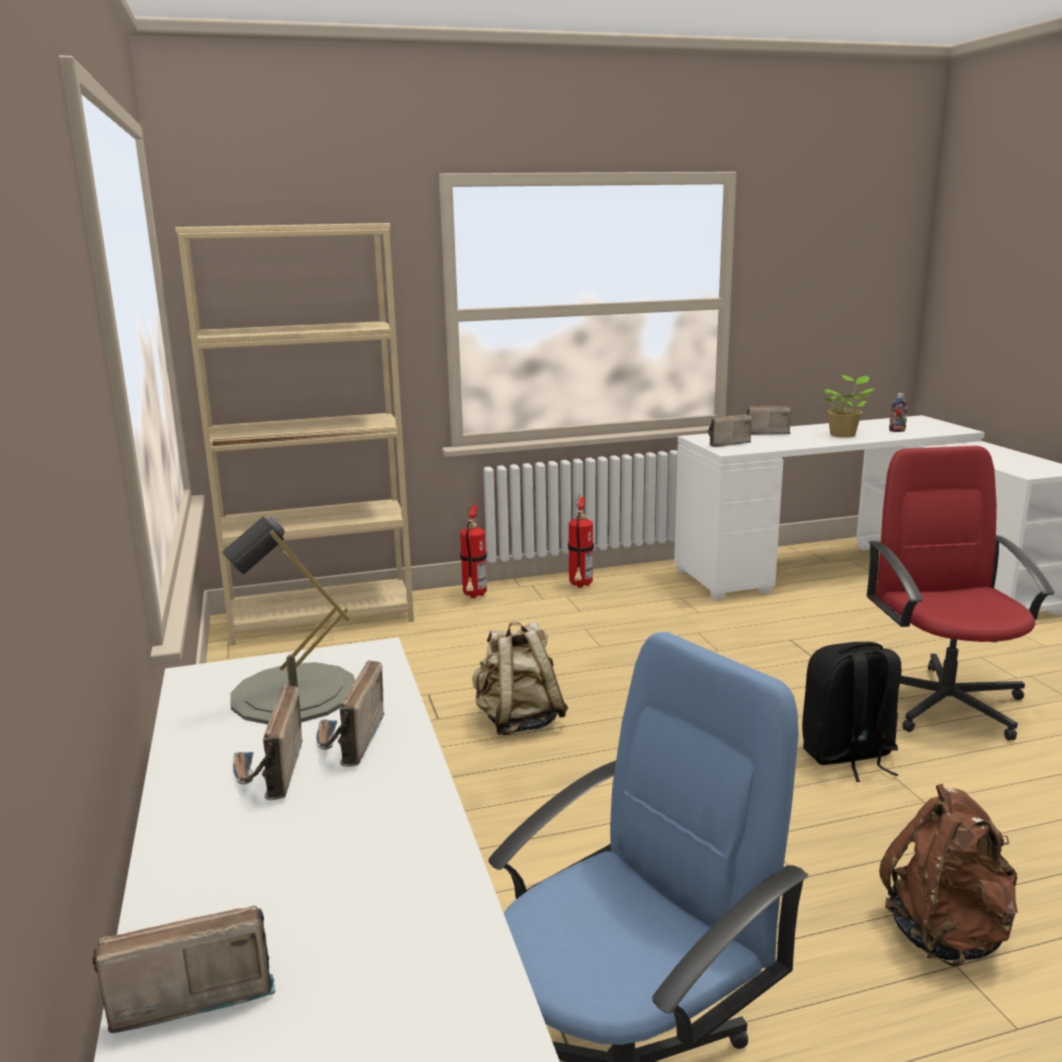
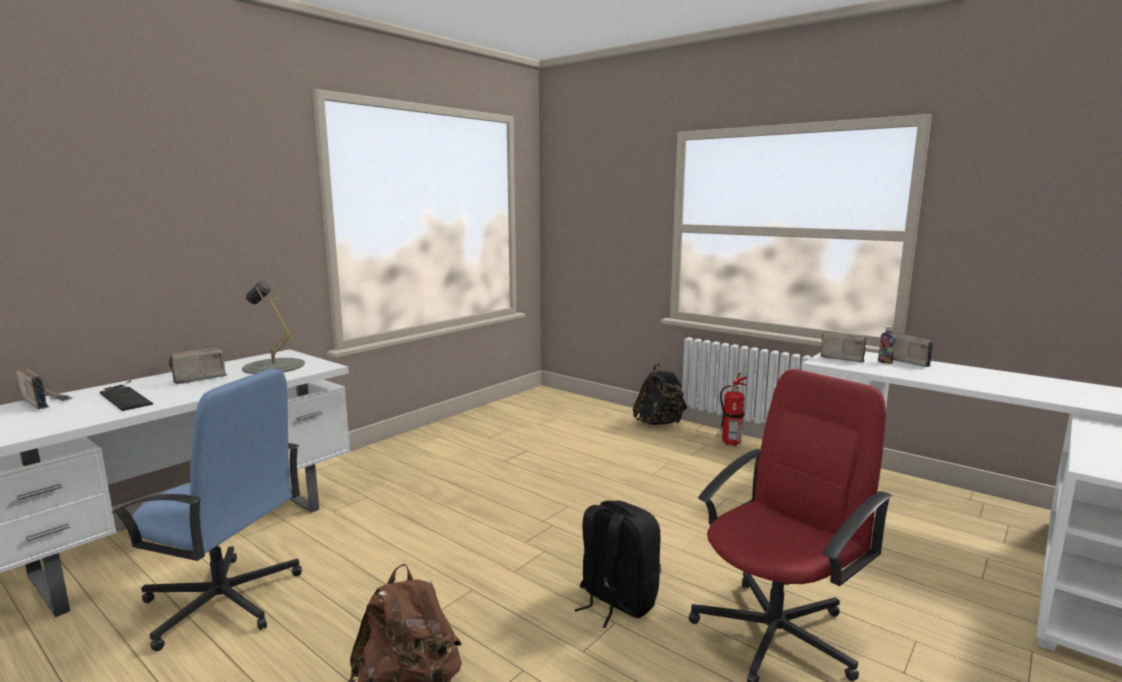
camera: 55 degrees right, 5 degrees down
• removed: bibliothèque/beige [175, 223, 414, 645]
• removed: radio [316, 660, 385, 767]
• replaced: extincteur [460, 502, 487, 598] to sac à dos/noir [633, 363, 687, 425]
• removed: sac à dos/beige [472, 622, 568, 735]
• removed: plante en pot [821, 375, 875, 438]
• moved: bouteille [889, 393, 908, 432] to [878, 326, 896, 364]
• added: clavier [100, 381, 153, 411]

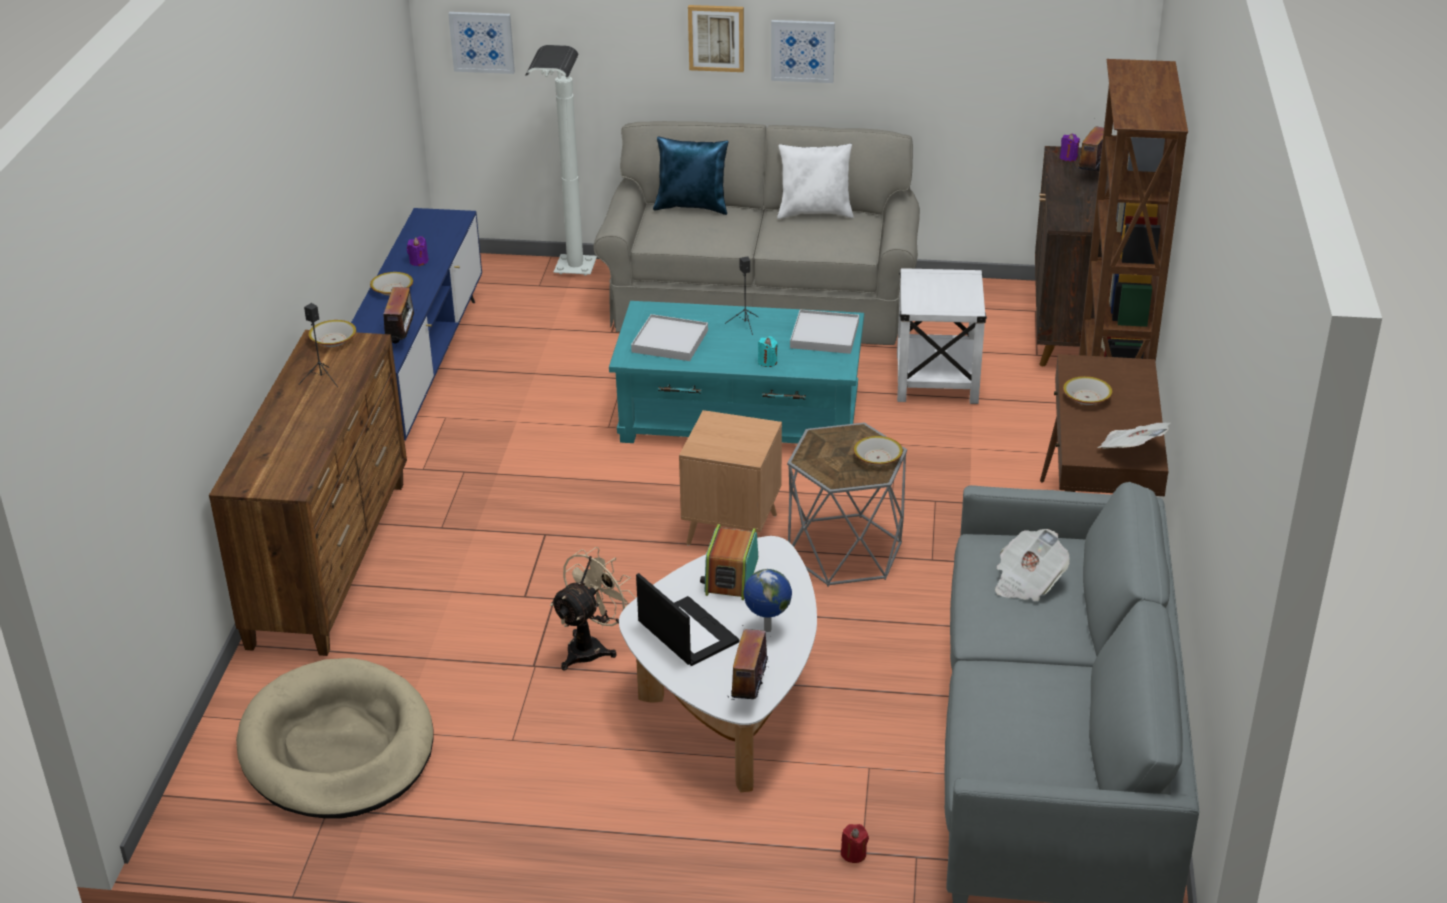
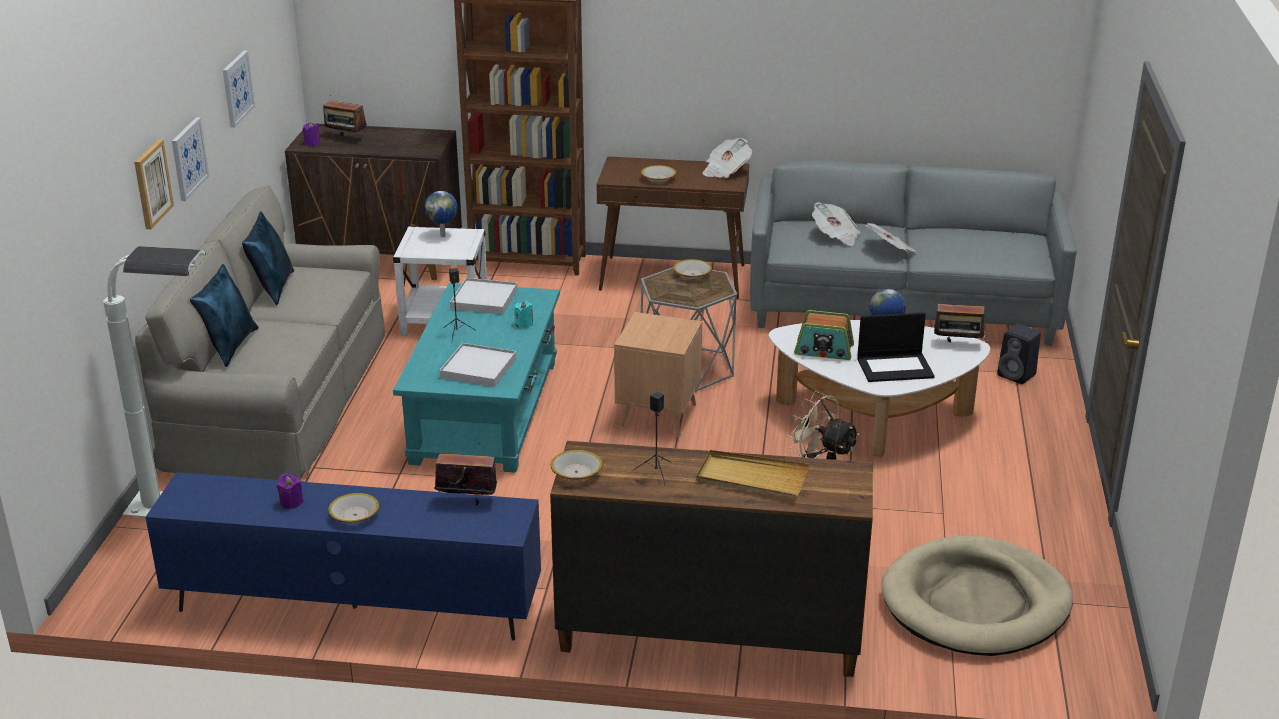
camera: 90 degrees left, 5 degrees down
• moved: tableau [448, 12, 515, 74] to [223, 51, 255, 128]
• turned: ordinateur portable [636, 573, 740, 666] = [857, 312, 935, 382] 150 degrees counterclockwise
• recoloured: coussin/blanc [777, 143, 854, 219] to coussin/bleu [242, 211, 294, 305]
• replaced: bougie/rouge [841, 824, 869, 863] to enceinte/noir [997, 324, 1041, 384]
• added: globe [425, 191, 457, 237]
• added: plateau/beige [696, 450, 809, 497]
• added: journal [865, 223, 916, 251]

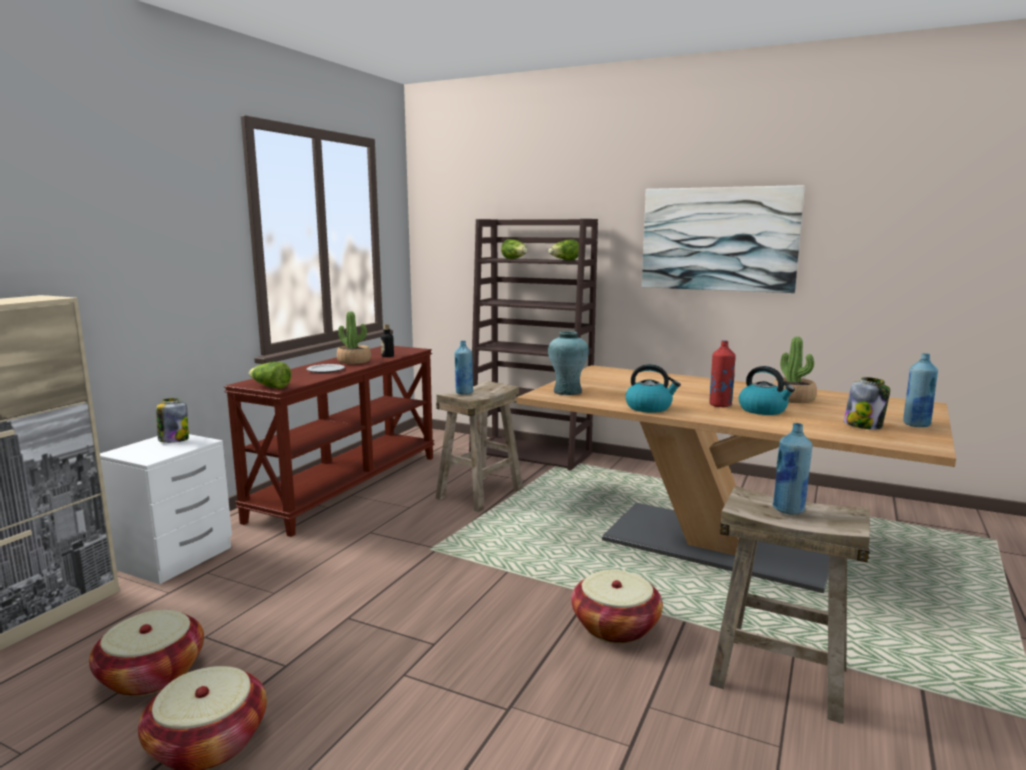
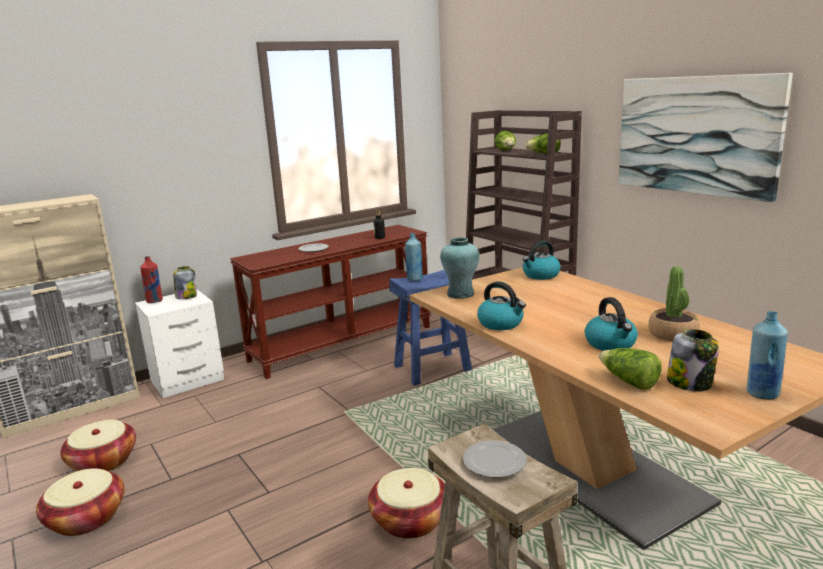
camera: 30 degrees right, 5 degrees up
• moved: laitue [249, 362, 292, 389] to [599, 348, 662, 390]
• removed: plante en pot [337, 312, 371, 364]
• recoloured: tabouret/beige [436, 381, 523, 512] to tabouret/bleu [389, 270, 472, 386]
• moved: bouteille/rouge [709, 340, 736, 407] to [140, 256, 163, 303]
• replaced: bouteille/bleu [772, 423, 812, 515] to assiette [463, 440, 527, 478]
• added: bouilloire [523, 241, 561, 280]

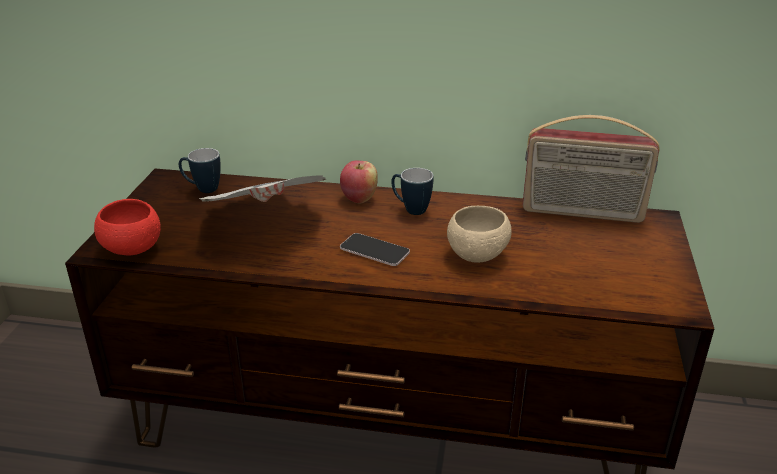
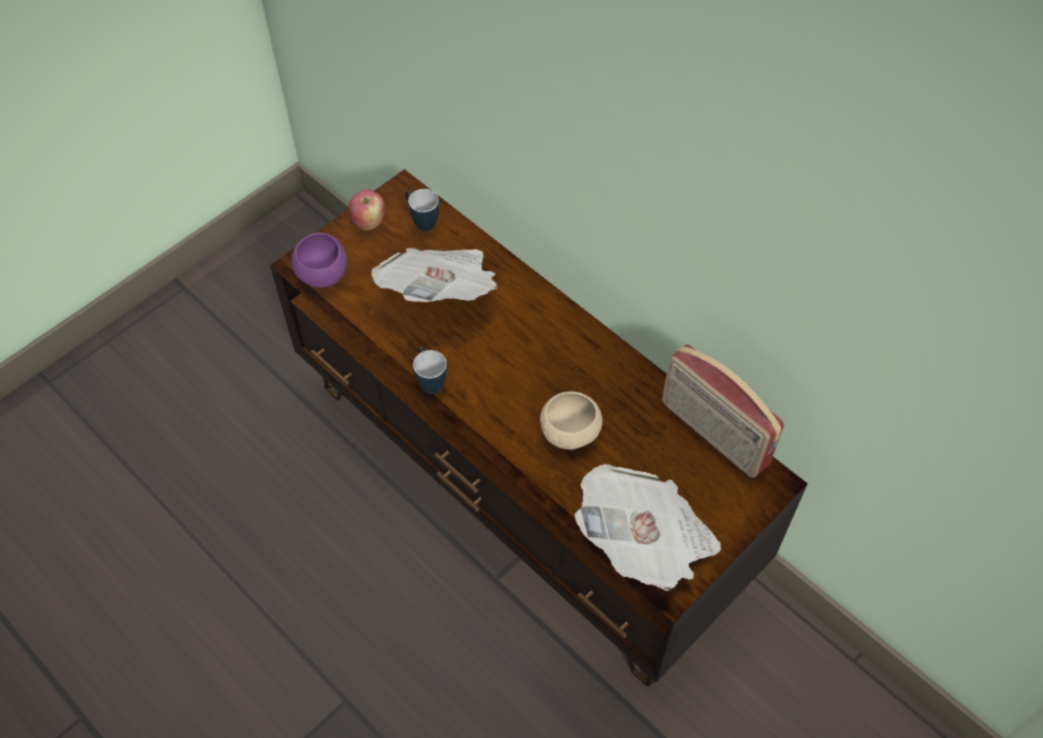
camera: 35 degrees right, 25 degrees up
• recoloured: bol/rouge [94, 199, 161, 256] to bol/violet [291, 233, 347, 288]
• moved: pomme [340, 160, 378, 204] to [348, 189, 385, 230]
• removed: téléphone [340, 233, 410, 266]
• moved: mug [391, 168, 433, 215] to [413, 347, 447, 394]
• added: journal [574, 464, 721, 591]

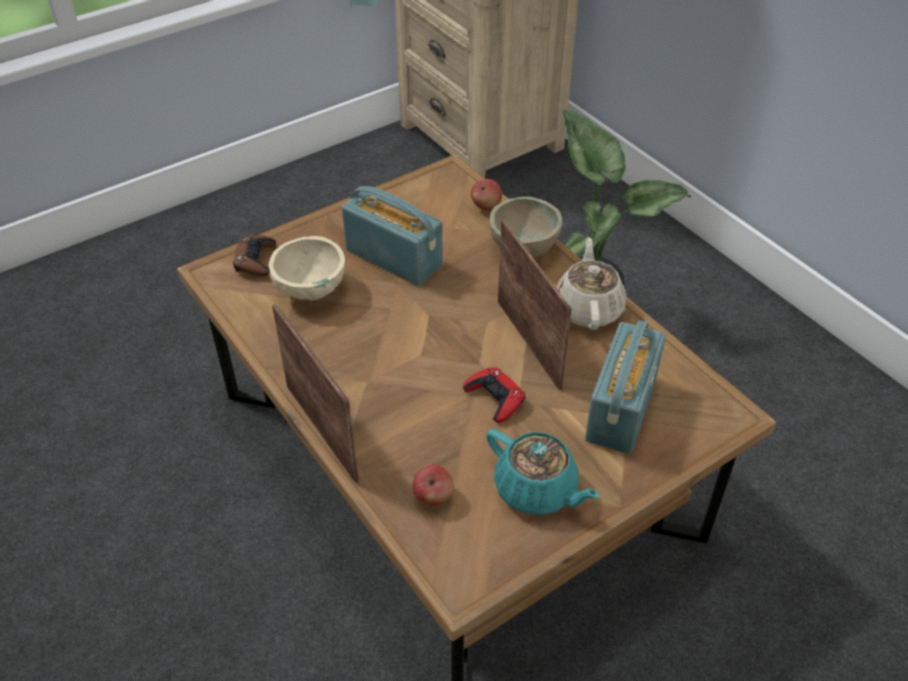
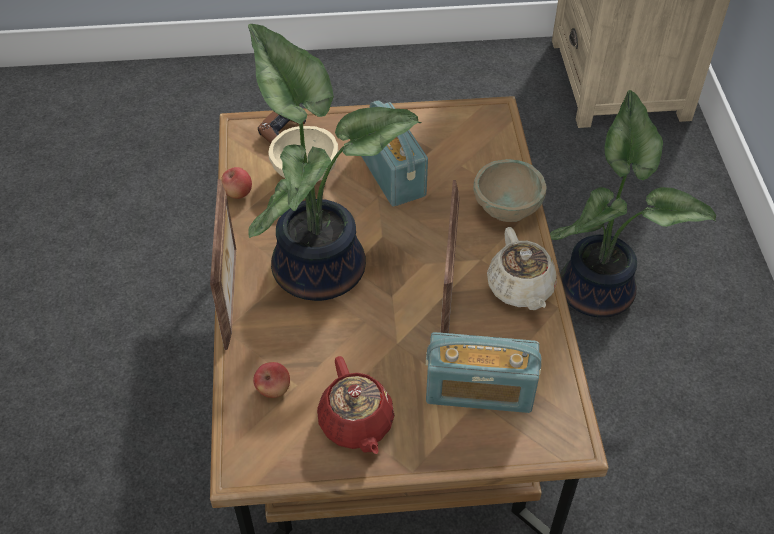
camera: 30 degrees right, 5 degrees up
• removed: manette/rouge [463, 367, 525, 423]
• moved: pomme [471, 179, 502, 210] to [221, 167, 252, 199]
• recoloured: théière/turquoise [486, 429, 600, 515] to théière/rouge [317, 356, 394, 454]
• turned: théière/beige [556, 237, 626, 330] = [487, 227, 557, 310] 135 degrees clockwise
• turned: radio [585, 320, 666, 454] = [426, 332, 541, 413] 45 degrees clockwise
• added: plante en pot [248, 24, 422, 301]

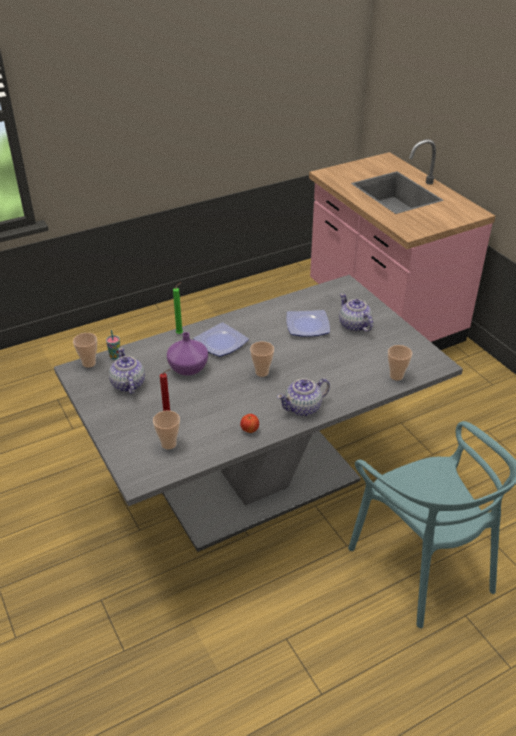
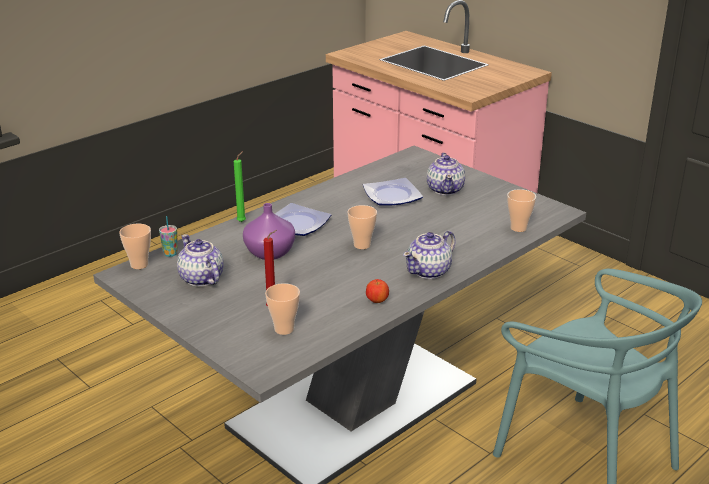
camera: 15 degrees left, 10 degrees down
• turned: théière [339, 293, 373, 332] = [427, 153, 465, 195] 135 degrees counterclockwise

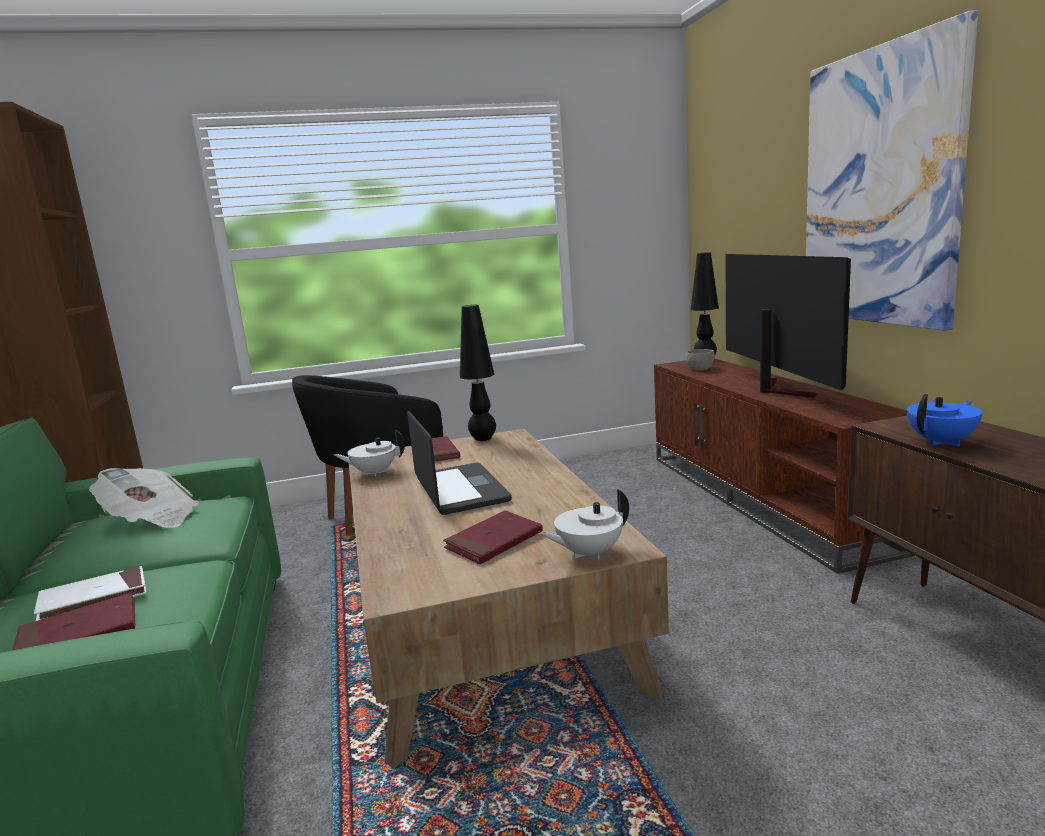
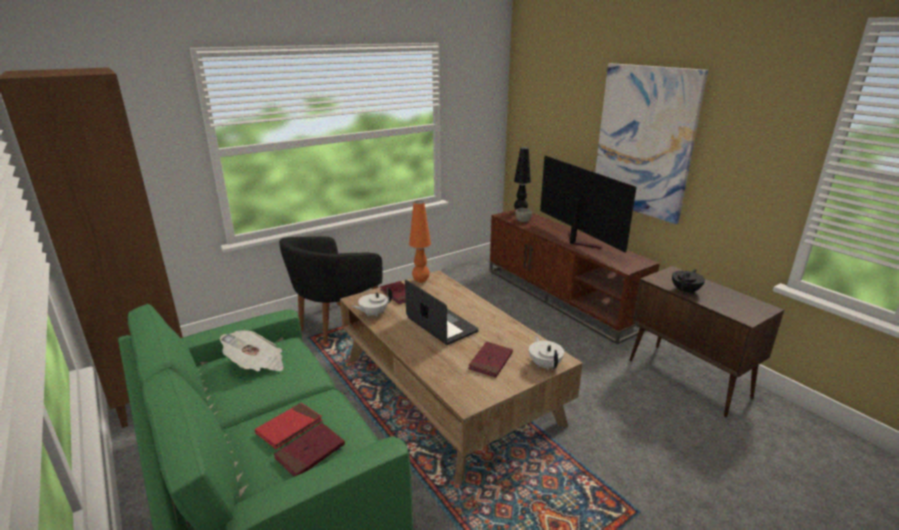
camera: 20 degrees left, 10 degrees up
• recoloured: livre/blanc [34, 566, 146, 621] to livre/rouge [255, 403, 322, 449]
• recoloured: lampe de table/noir [460, 305, 496, 441] to lampe de table/orange [409, 201, 431, 283]
• turned: théière/blanc [540, 489, 629, 560] = [529, 336, 564, 370] 120 degrees clockwise
• recoloured: théière/bleu [907, 394, 982, 447] to théière/noir [672, 269, 705, 294]

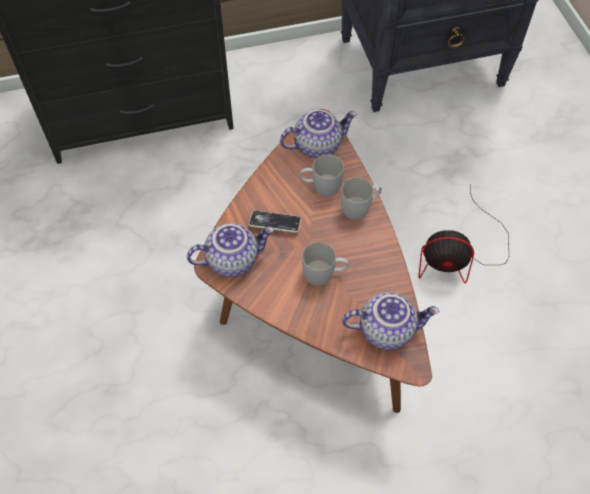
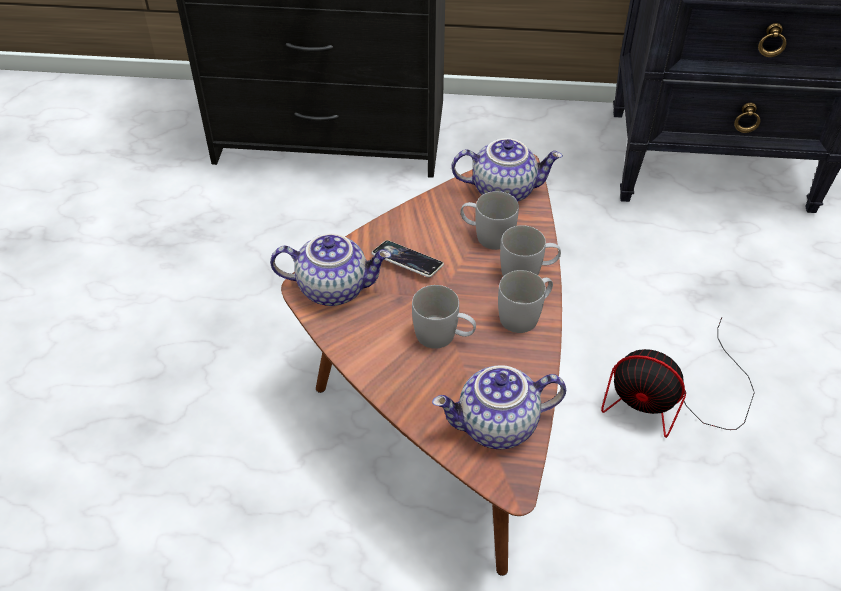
camera: 20 degrees right, 10 degrees down
• turned: théière [342, 292, 439, 350] = [432, 365, 566, 449] 150 degrees clockwise
• added: mug/blanc [498, 270, 553, 333]

